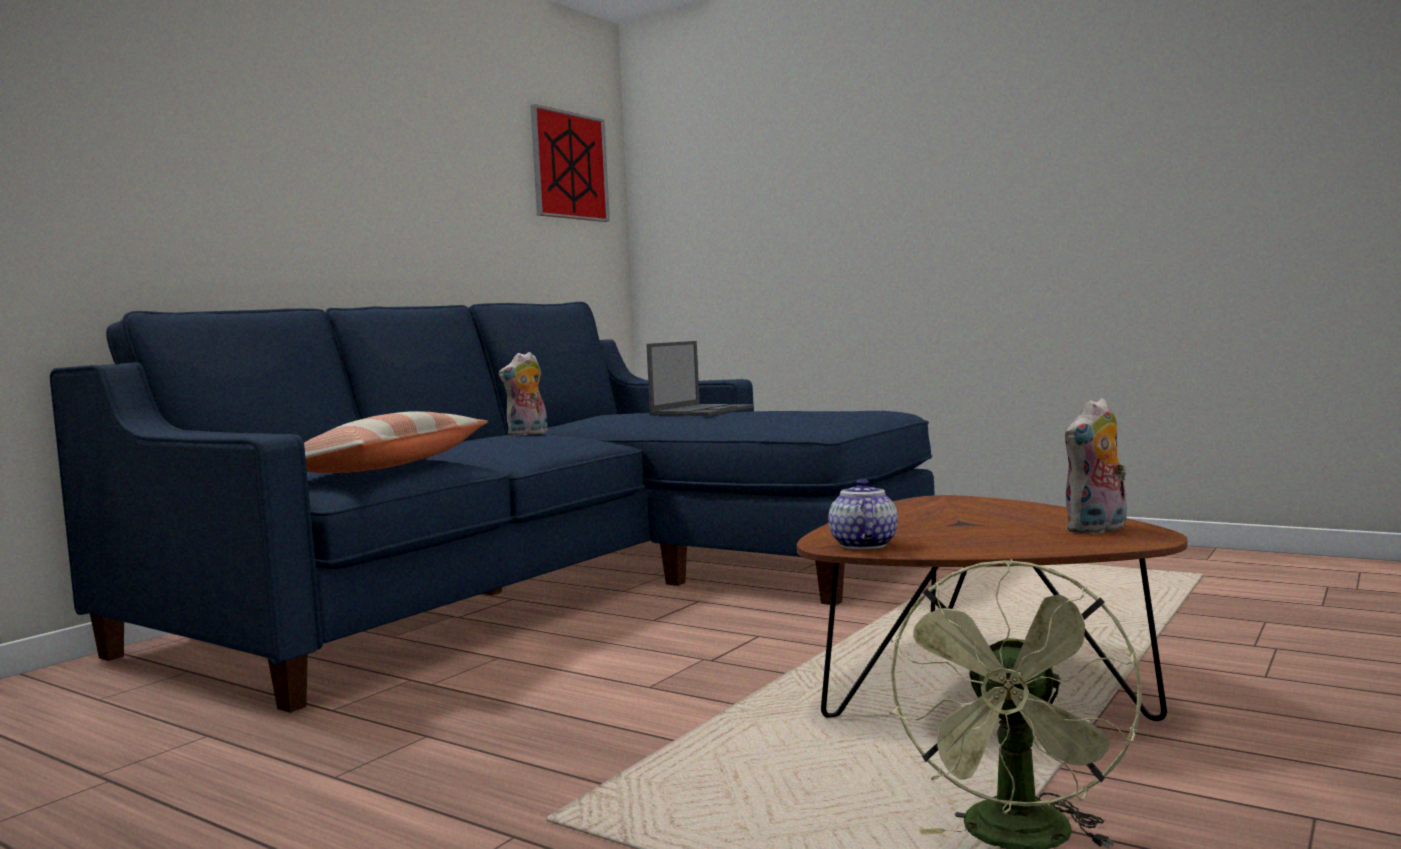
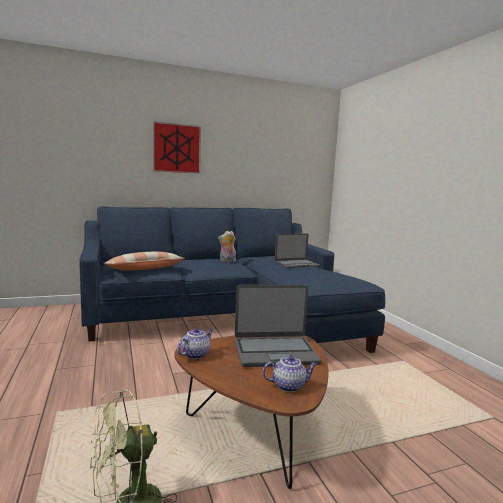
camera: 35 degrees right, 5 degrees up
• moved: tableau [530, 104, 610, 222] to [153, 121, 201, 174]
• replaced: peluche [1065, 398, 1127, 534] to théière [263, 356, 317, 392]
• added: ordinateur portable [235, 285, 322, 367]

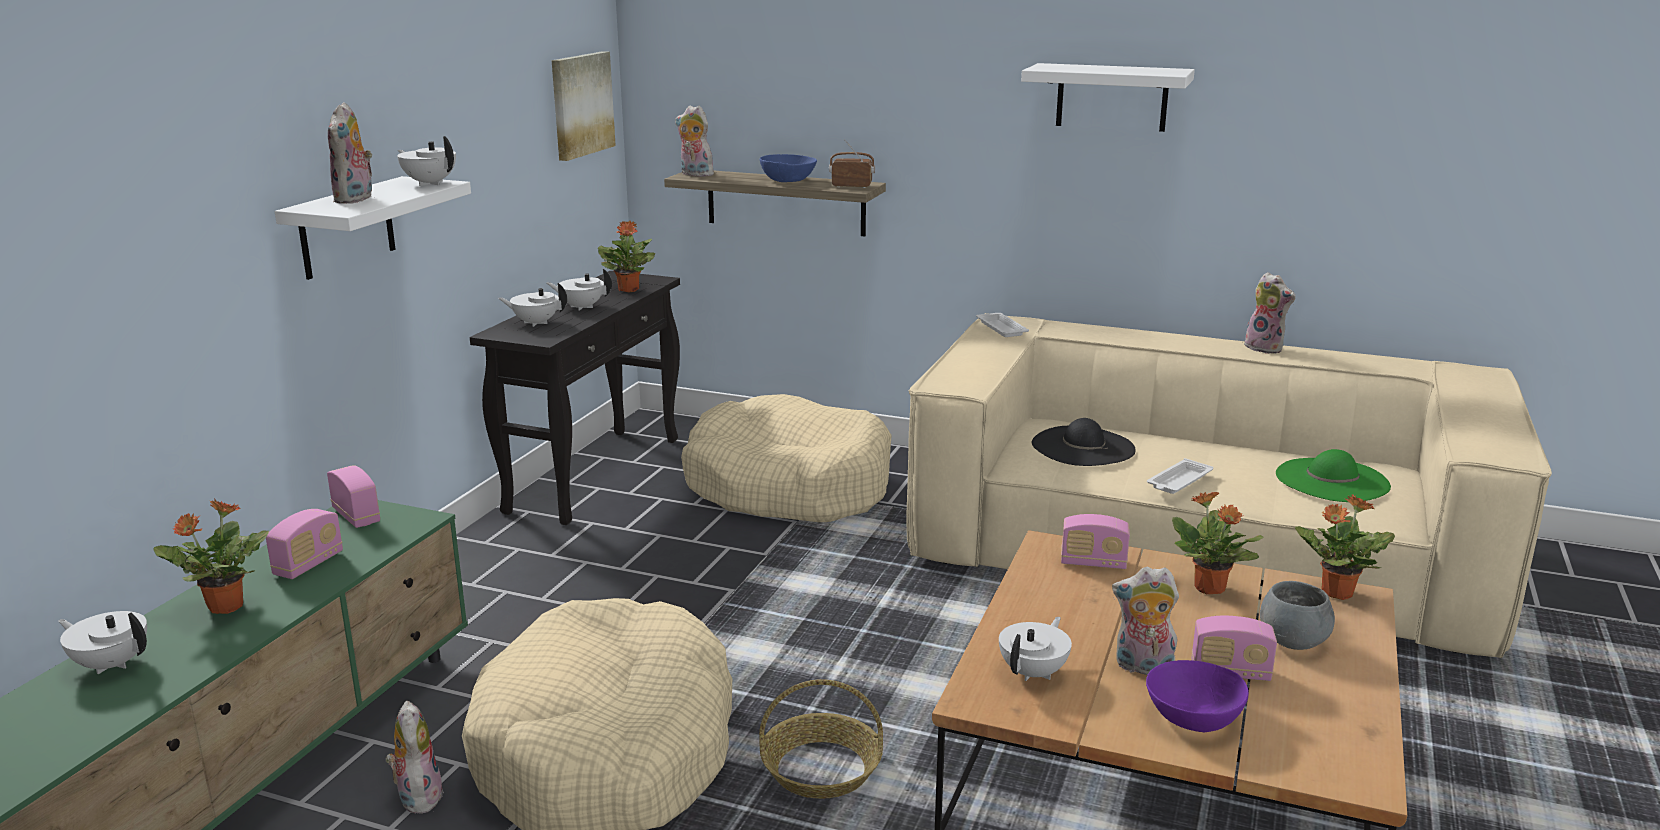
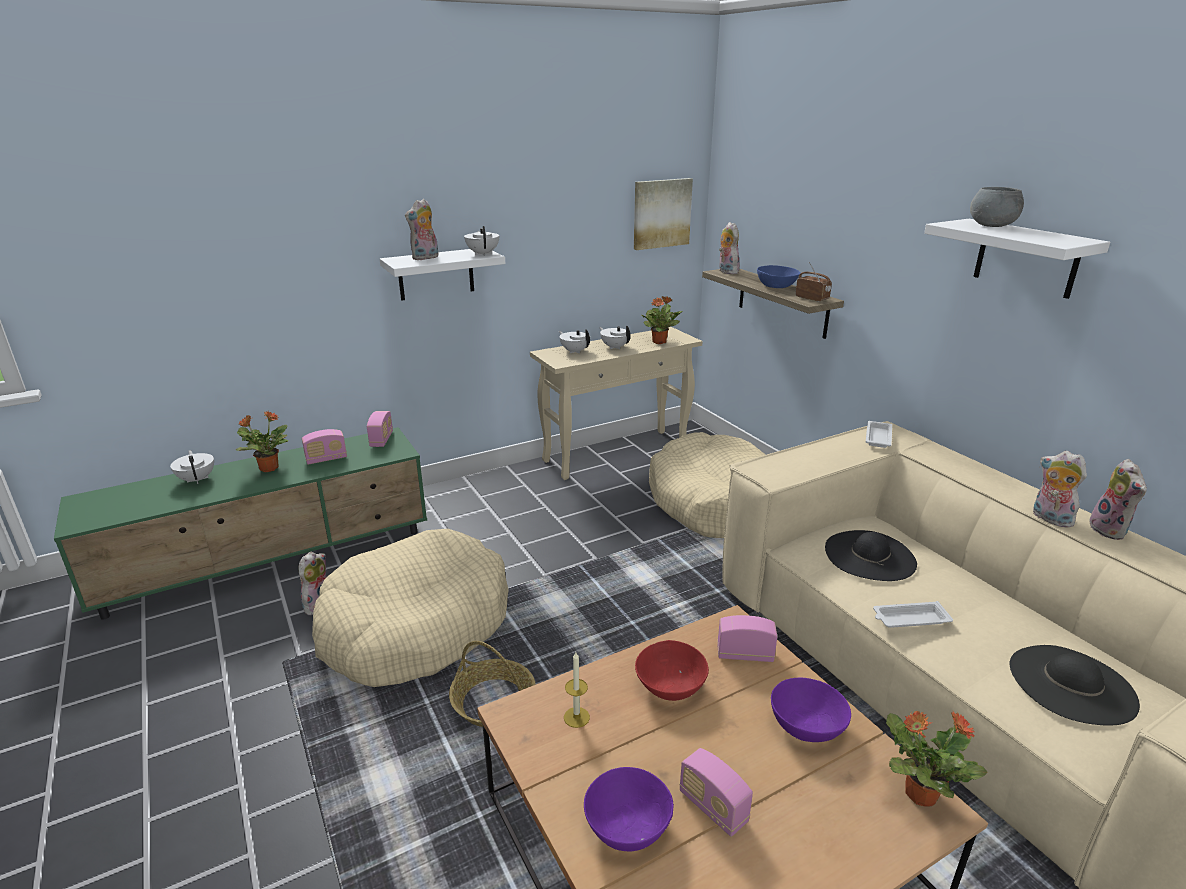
camera: 40 degrees right, 5 degrees up
• recoloured: table console/noir [470, 271, 680, 525] to table console/beige [530, 327, 702, 480]
• replaced: théière/blanc [999, 617, 1072, 681] to bougie [564, 652, 590, 728]
• turned: radio [1061, 514, 1130, 569] = [717, 615, 777, 662] 135 degrees clockwise
• moved: peluche [1112, 567, 1179, 675] to [1033, 451, 1087, 528]
• replaced: plante en pot [1172, 491, 1264, 594] to bol/violet [771, 678, 851, 742]
• moved: bol/gris [1260, 581, 1335, 650] to [970, 187, 1024, 227]
• recoloured: chapeau/vert [1276, 449, 1391, 502] to chapeau/noir [1010, 645, 1140, 726]
• added: bol/rouge [635, 640, 709, 701]

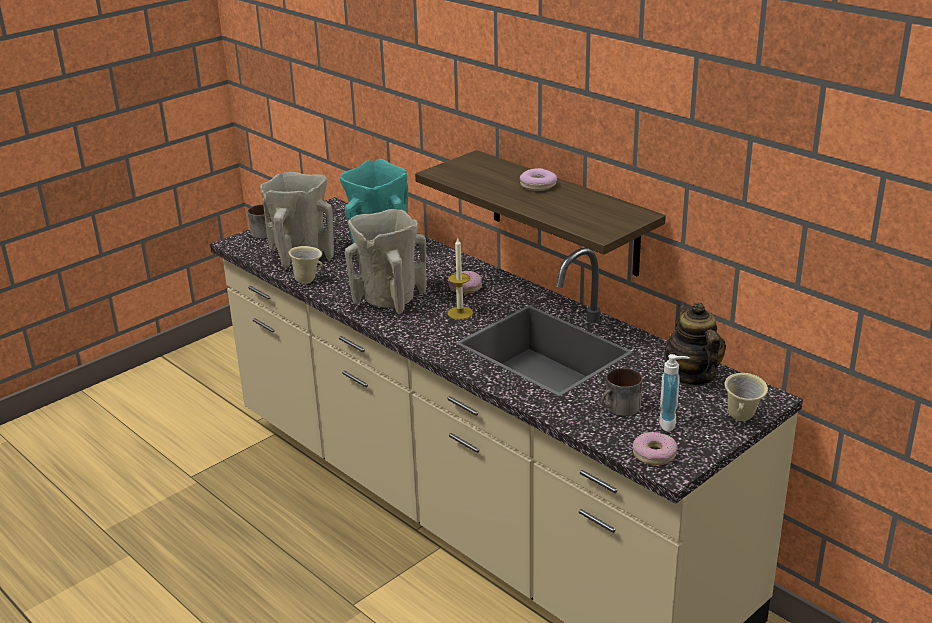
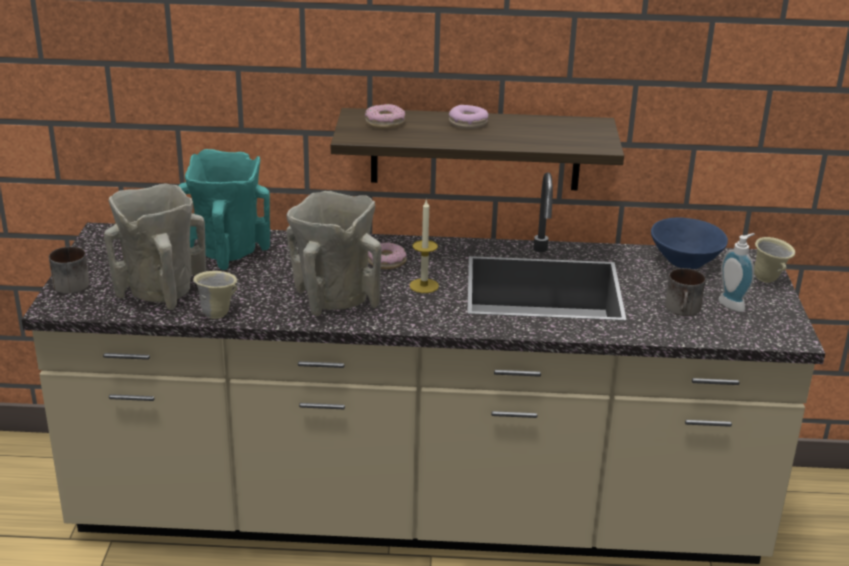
camera: 45 degrees left, 0 degrees up
• moved: beignet [633, 432, 678, 465] to [365, 104, 405, 129]
• replaced: théière [665, 302, 726, 386] to bol/bleu [651, 217, 728, 269]

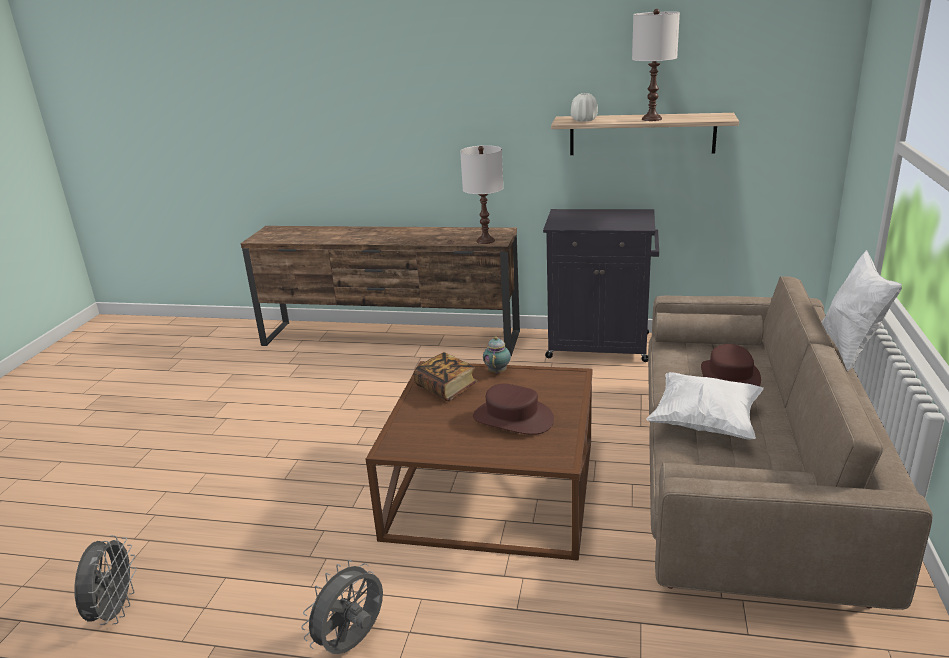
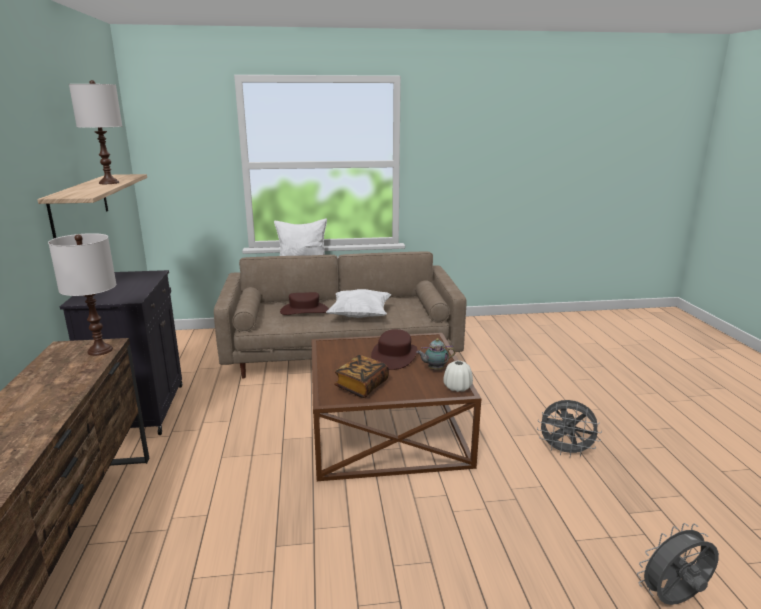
camera: 110 degrees left, 5 degrees down
• moved: théière [483, 336, 511, 374] to [416, 338, 456, 370]
• moved: vase/blanc [571, 93, 598, 122] to [443, 361, 473, 392]

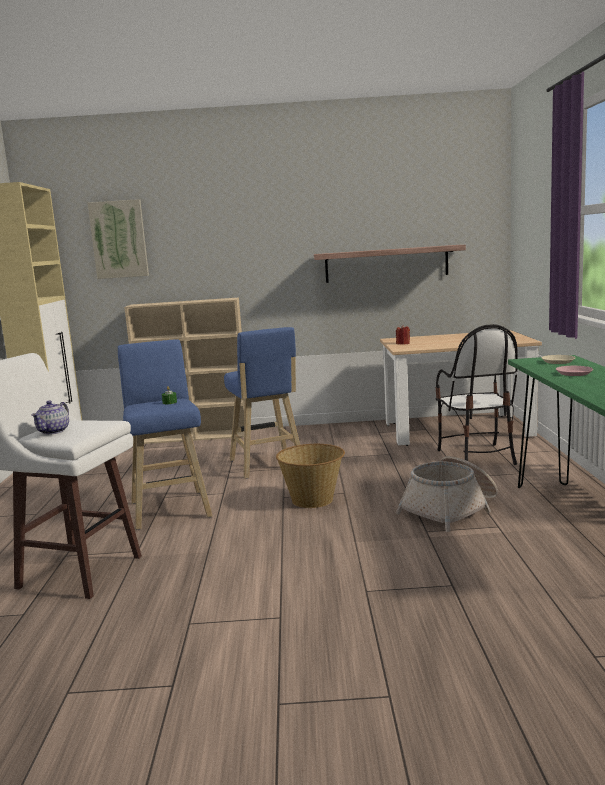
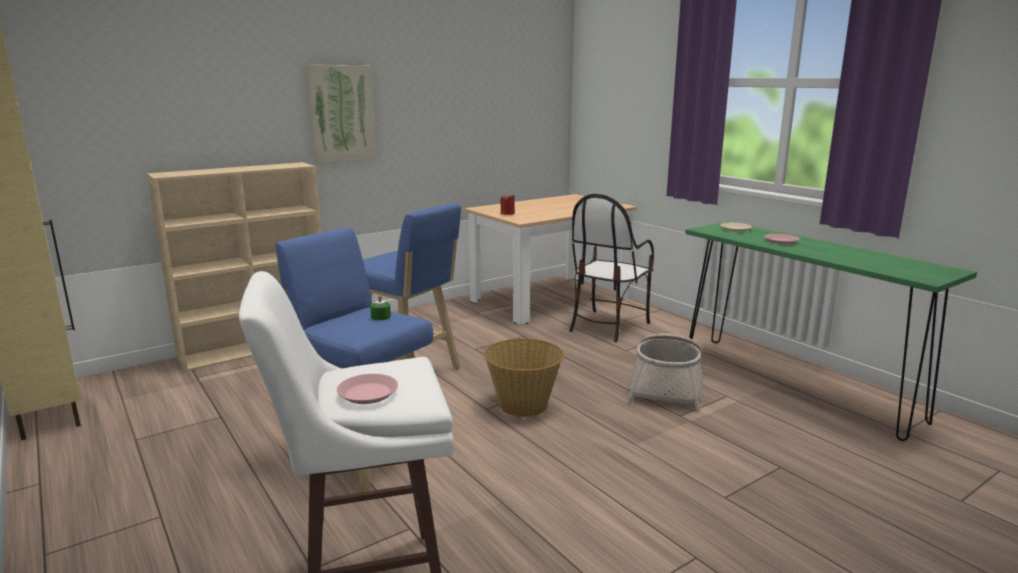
camera: 35 degrees left, 5 degrees up
• replaced: théière [31, 401, 69, 435] to assiette/rose [337, 374, 398, 404]
• moved: tableau [88, 199, 149, 279] to [306, 65, 376, 163]
• removed: étagère [314, 245, 466, 283]
• turned: chaise [436, 324, 517, 465] = [569, 194, 654, 342] 75 degrees clockwise

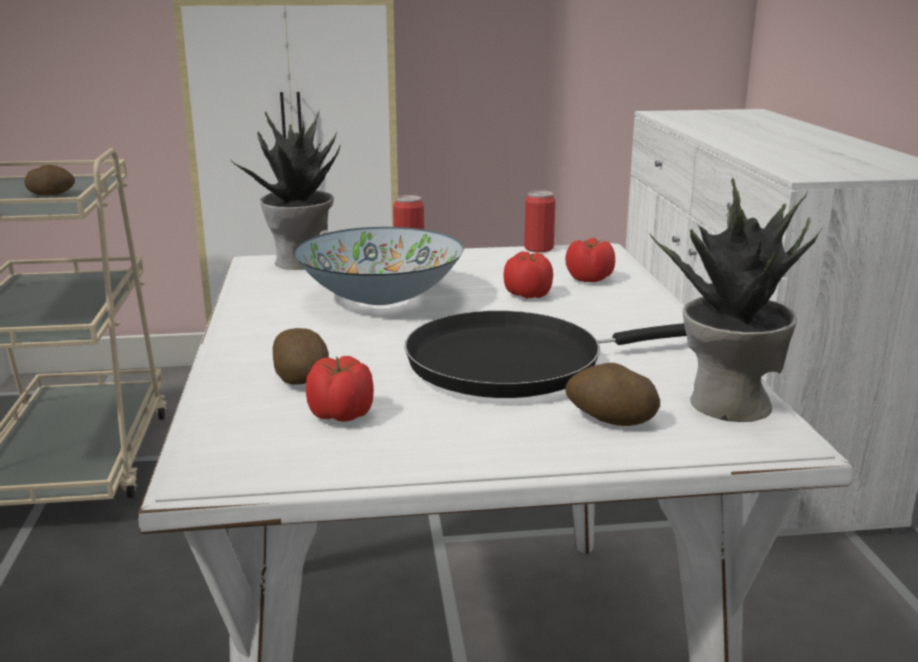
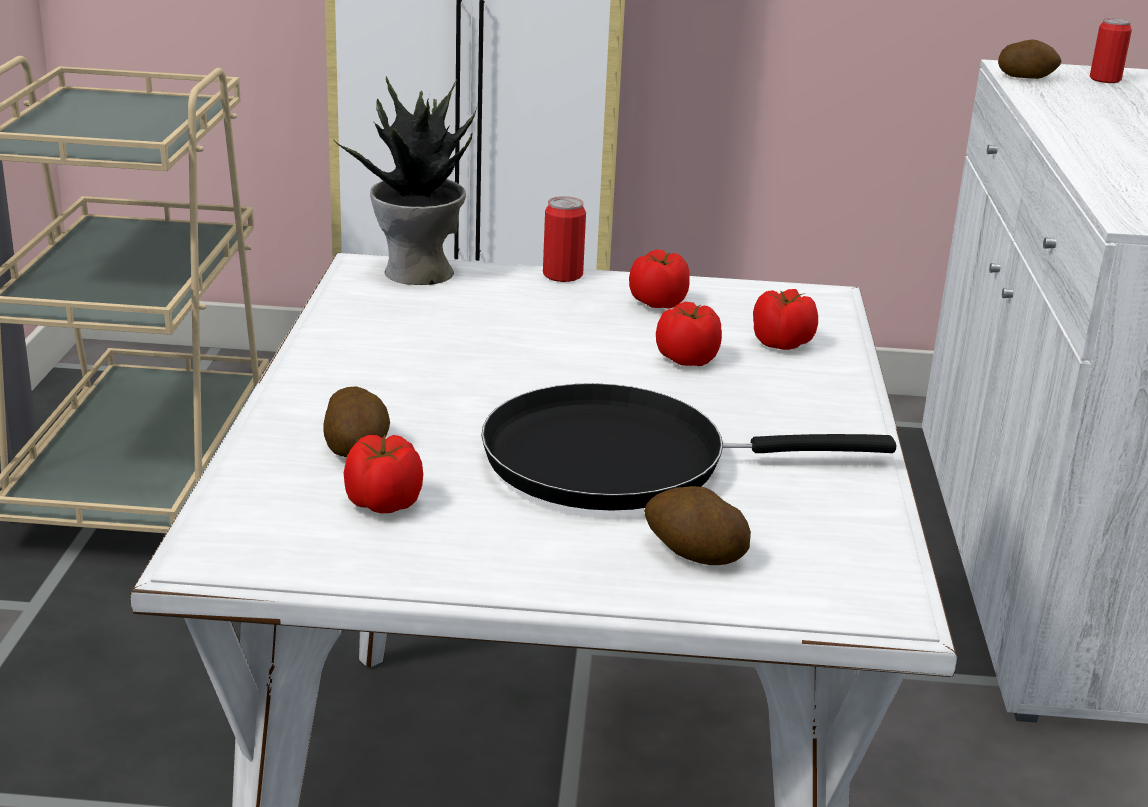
camera: 10 degrees right, 5 degrees up
• moved: pomme de terre [24, 165, 75, 195] to [998, 39, 1062, 79]
• removed: bol [293, 227, 464, 305]
• moved: boîte métallique [524, 190, 555, 252] to [1090, 18, 1132, 83]
• removed: plante en pot [650, 178, 822, 422]
• added: tomate [629, 250, 690, 309]

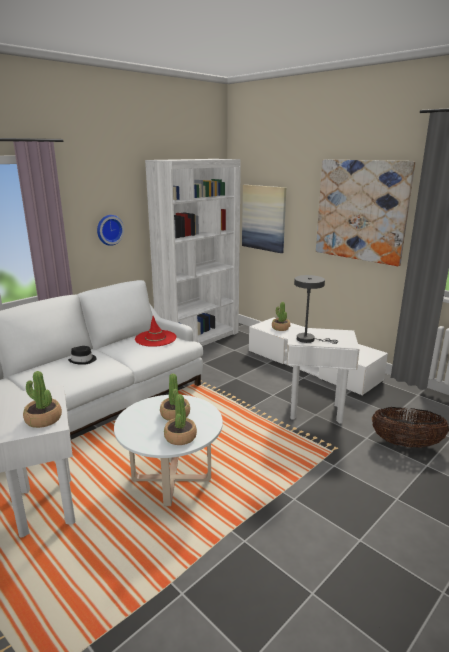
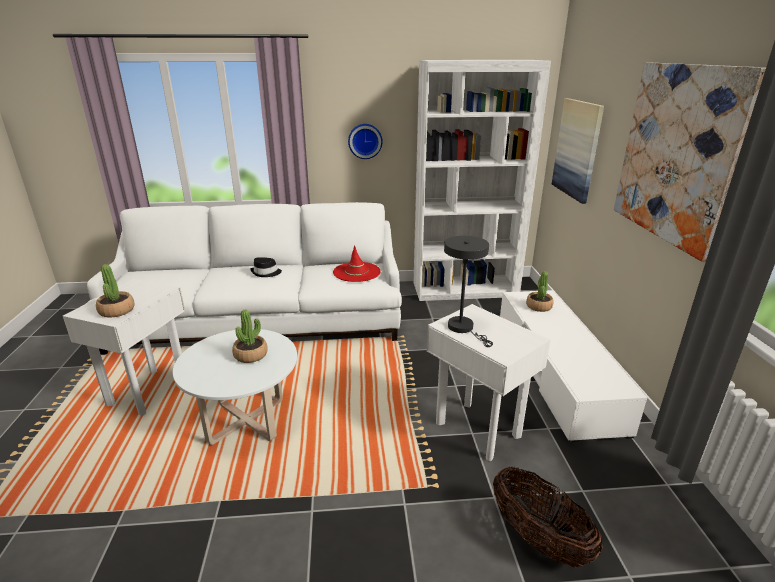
camera: 40 degrees right, 5 degrees up
• removed: plante en pot [164, 394, 197, 445]

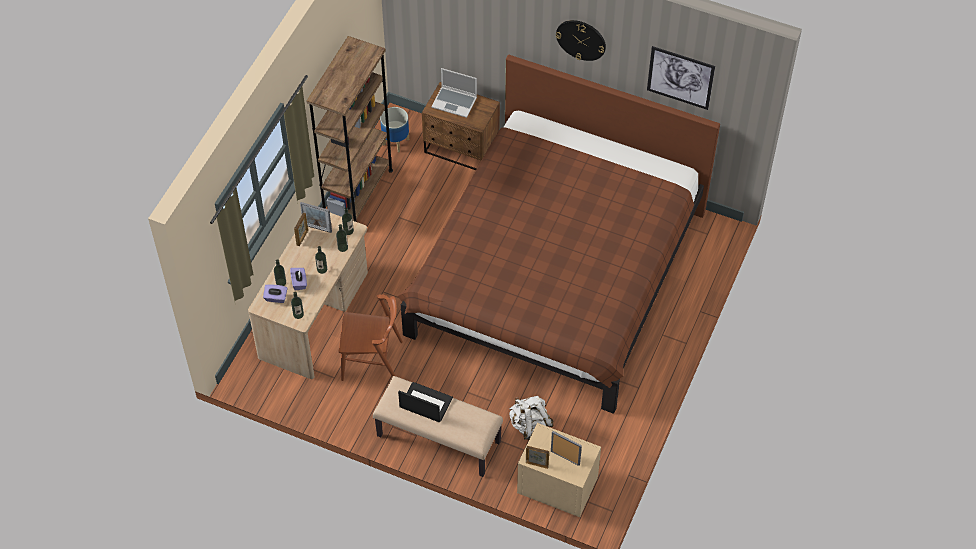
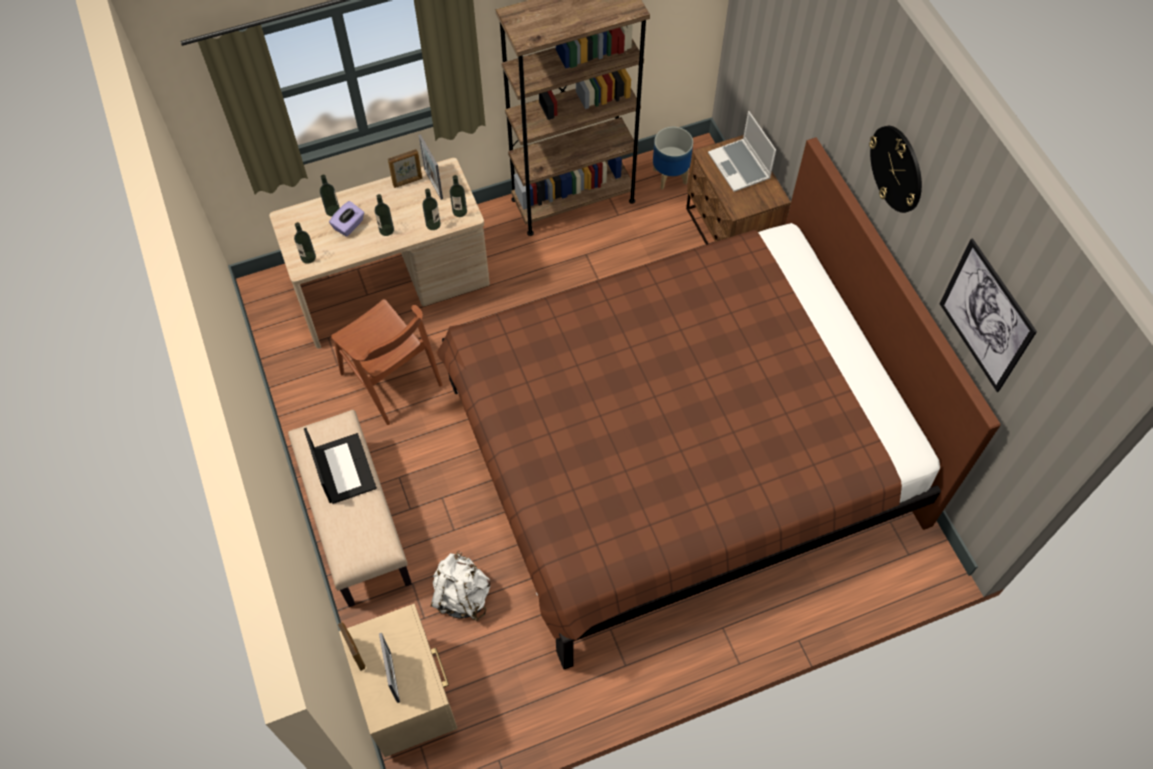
camera: 45 degrees right, 5 degrees up
• removed: boîte à mouchoirs/violet [263, 284, 288, 303]

